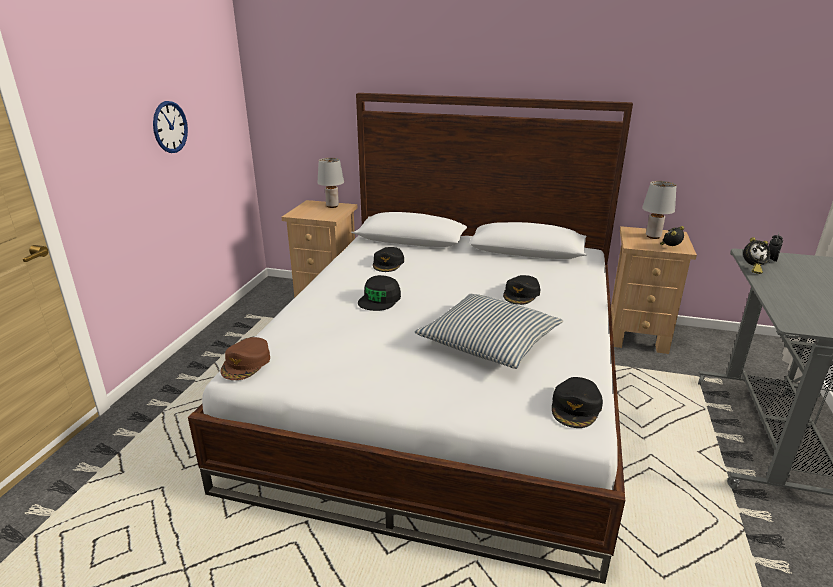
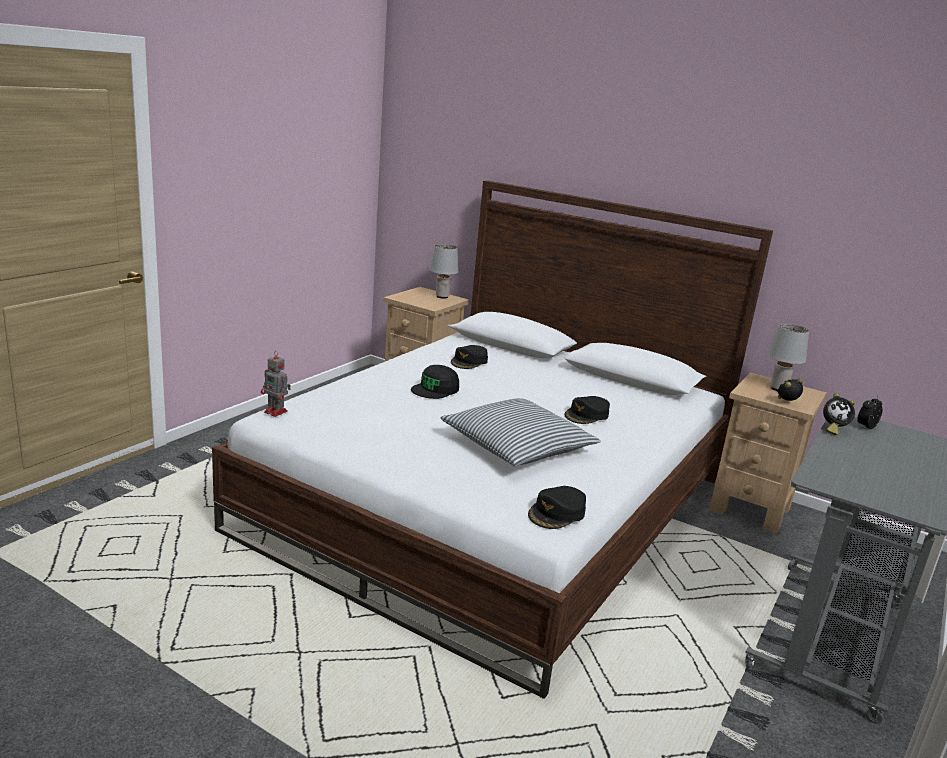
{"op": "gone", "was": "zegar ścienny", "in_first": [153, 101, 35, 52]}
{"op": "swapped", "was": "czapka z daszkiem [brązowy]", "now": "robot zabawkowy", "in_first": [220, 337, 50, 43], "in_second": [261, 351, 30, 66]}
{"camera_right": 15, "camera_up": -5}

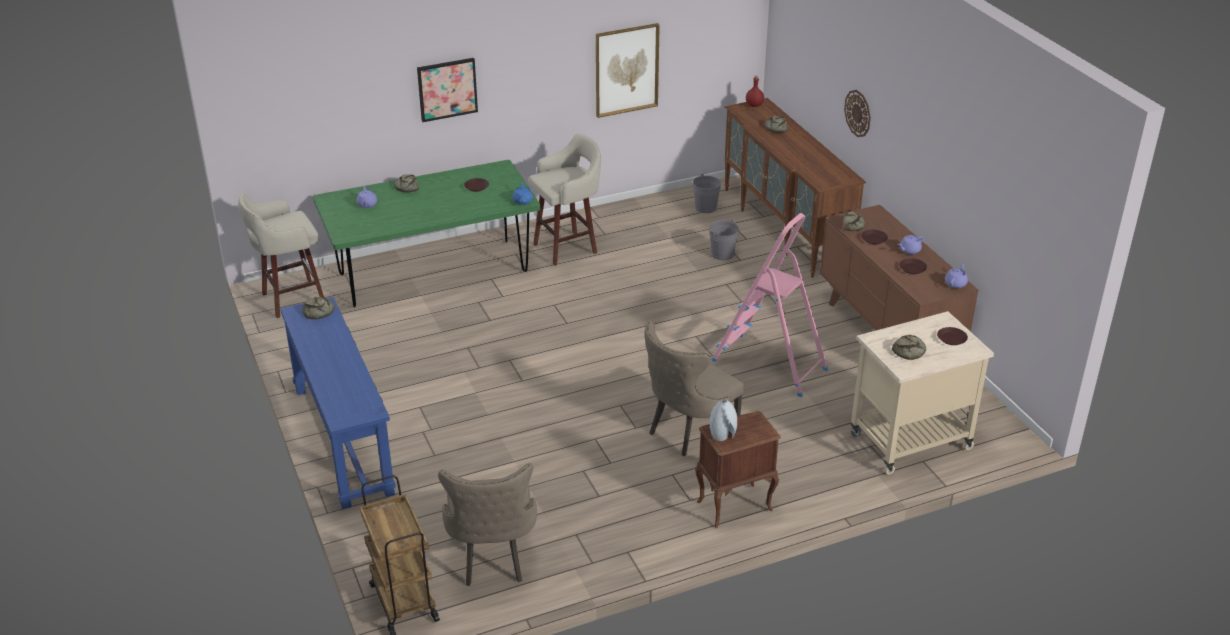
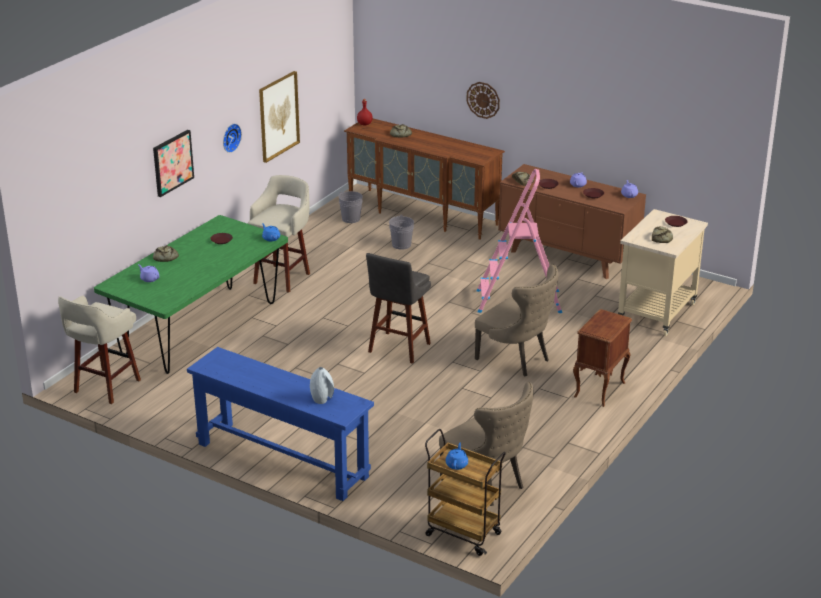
{"op": "gone", "was": "chleb", "in_first": [302, 297, 33, 22]}
{"op": "rotated", "was": "krzesło [beżowy]", "in_first": [645, 321, 99, 135], "in_second": [475, 264, 83, 112], "clockwise": -60}
{"op": "shifted", "was": "wazon [szary]", "in_first": [710, 399, 27, 42], "in_second": [310, 367, 24, 37]}
{"op": "new", "now": "zegar ścienny", "in_second": [223, 124, 19, 29]}
{"op": "new", "now": "stołek [szary]", "in_second": [366, 253, 65, 111]}
{"op": "new", "now": "imbryk [niebieski]", "in_second": [446, 443, 22, 27]}
{"camera_right": -35, "camera_up": -5}

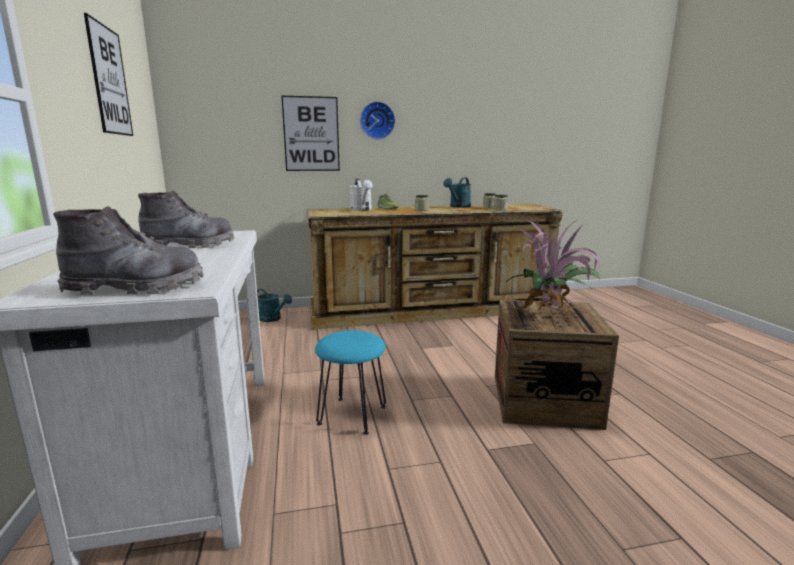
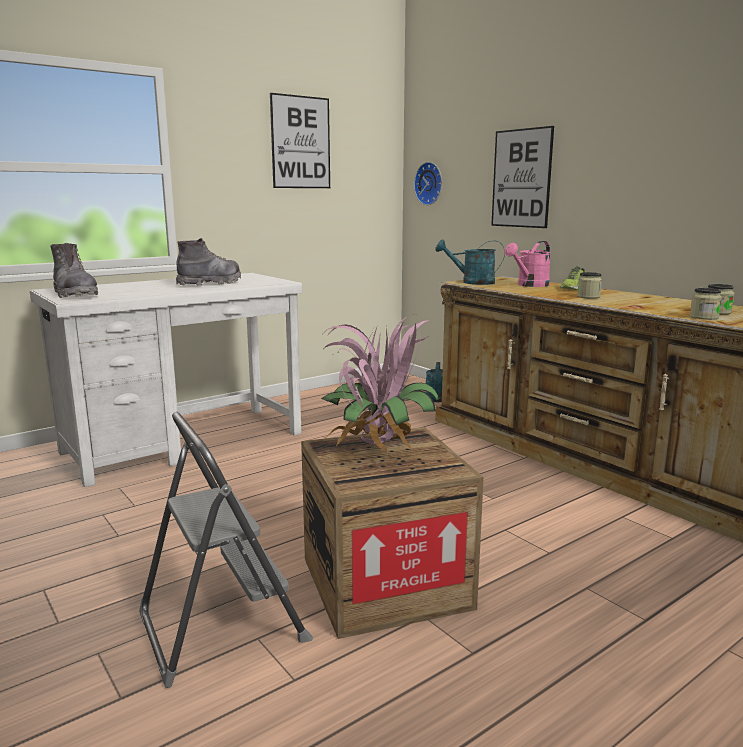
{"op": "shifted", "was": "zegar ścienny", "in_first": [360, 101, 35, 38], "in_second": [414, 162, 28, 43]}
{"op": "shifted", "was": "konewka [turkusowy]", "in_first": [443, 178, 28, 30], "in_second": [435, 239, 70, 46]}
{"op": "repainted", "was": "konewka [biały]", "now": "konewka [różowy]", "in_first": [350, 179, 23, 32], "in_second": [505, 241, 46, 46]}
{"op": "rotated", "was": "but z cholewką [szary]", "in_first": [138, 190, 96, 58], "in_second": [176, 238, 65, 48], "clockwise": -90}
{"op": "gone", "was": "stołek [turkusowy]", "in_first": [315, 330, 71, 105]}
{"op": "new", "now": "drabinka [szary]", "in_second": [139, 412, 174, 276]}
{"camera_right": 65, "camera_up": 0}

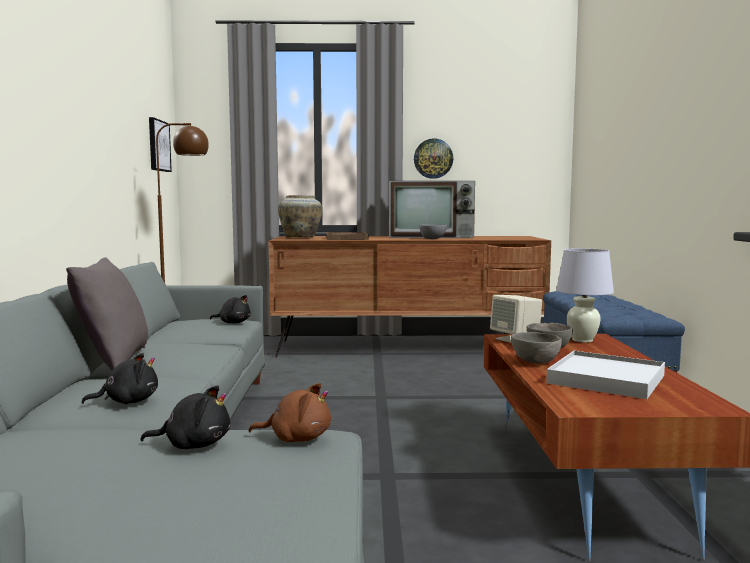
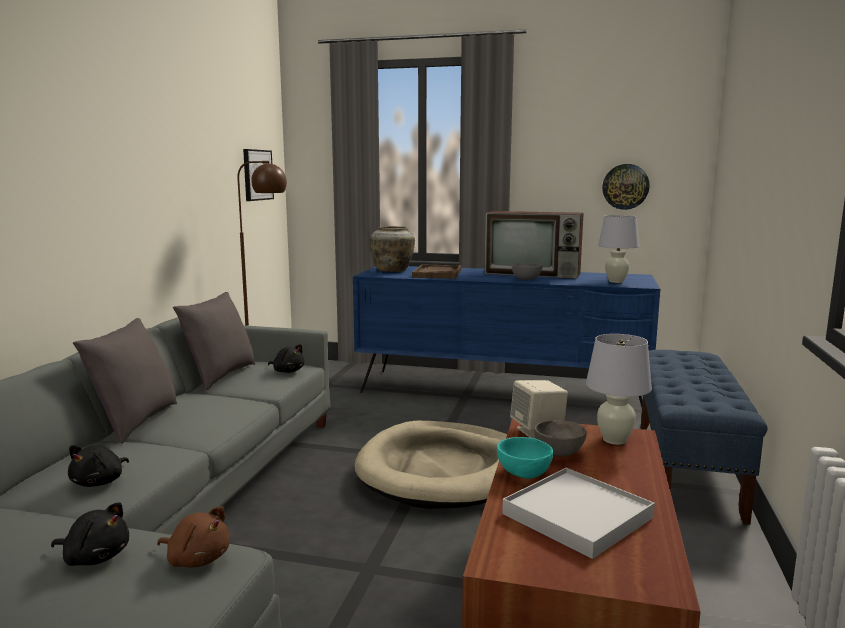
{"op": "shifted", "was": "zegar ścienny", "in_first": [414, 139, 39, 40], "in_second": [602, 164, 48, 46]}
{"op": "repainted", "was": "szafka pod telewizor [brązowy]", "now": "szafka pod telewizor [niebieski]", "in_first": [269, 236, 282, 121], "in_second": [353, 266, 307, 141]}
{"op": "repainted", "was": "miska [szary]", "now": "miska [turkusowy]", "in_first": [511, 332, 51, 32], "in_second": [497, 437, 56, 42]}
{"op": "rotated", "was": "pluszak [czarny]", "in_first": [81, 353, 77, 51], "in_second": [68, 445, 61, 42], "clockwise": 120}
{"op": "new", "now": "lampa stołowa [biały]", "in_second": [598, 215, 41, 68]}
{"op": "new", "now": "poduszka [szary]", "in_second": [173, 292, 82, 98]}
{"op": "new", "now": "legowisko [beżowy]", "in_second": [354, 421, 153, 88]}
{"camera_right": 15, "camera_up": 5}

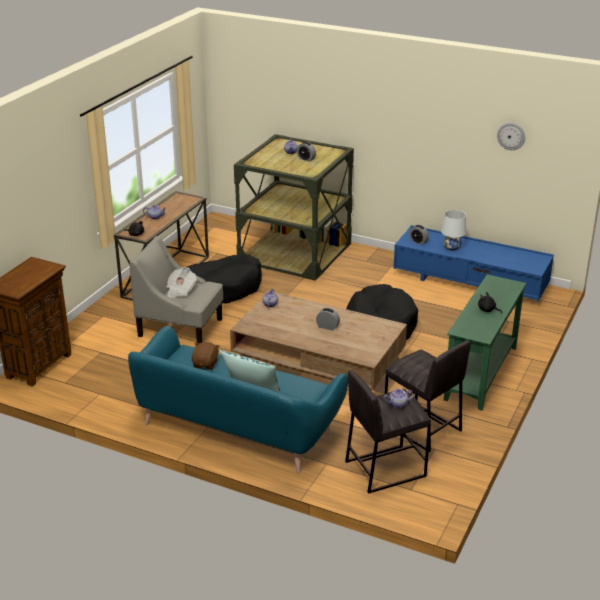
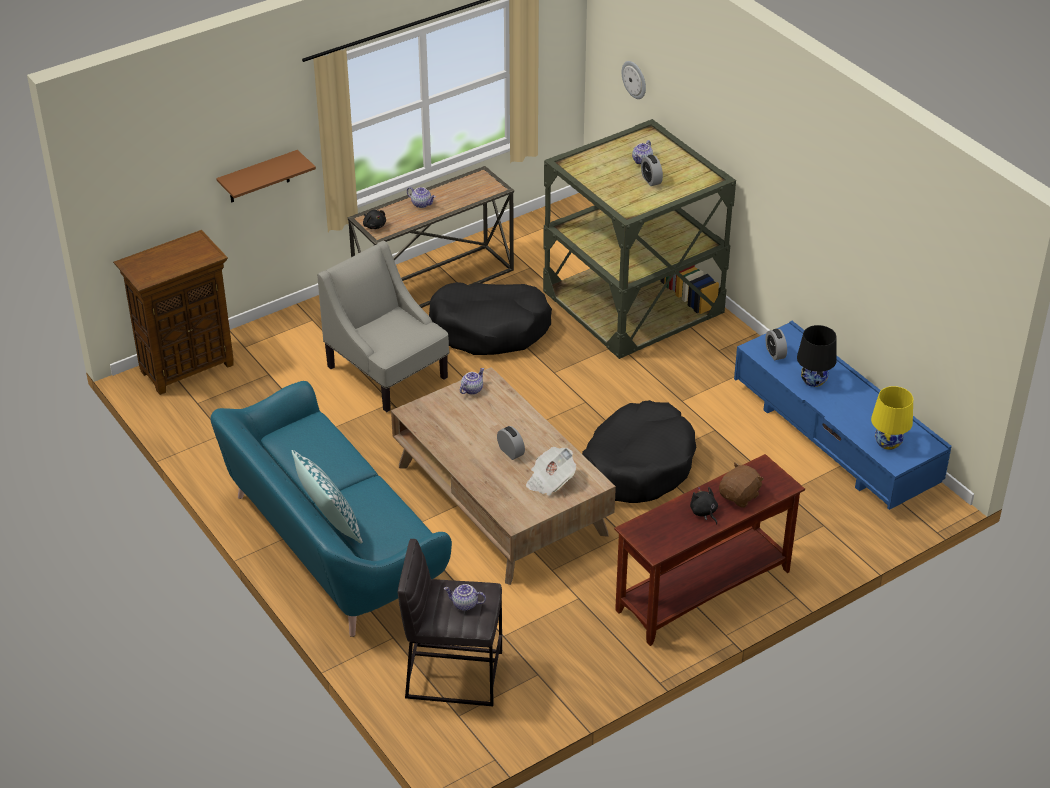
{"op": "shifted", "was": "zegar ścienny", "in_first": [497, 123, 28, 27], "in_second": [622, 61, 24, 38]}
{"op": "repainted", "was": "lampa stołowa [biały]", "now": "lampa stołowa [czarny]", "in_first": [441, 210, 25, 41], "in_second": [797, 325, 40, 62]}
{"op": "shifted", "was": "gazeta", "in_first": [166, 267, 31, 31], "in_second": [526, 447, 50, 49]}
{"op": "repainted", "was": "stolik konsolowy [zielony]", "now": "stolik konsolowy [brązowy]", "in_first": [444, 274, 82, 137], "in_second": [614, 454, 191, 192]}
{"op": "gone", "was": "stołek [szary]", "in_first": [385, 340, 86, 112]}
{"op": "shifted", "was": "pluszak [brązowy]", "in_first": [192, 342, 28, 28], "in_second": [719, 462, 45, 46]}
{"op": "new", "now": "półka [brązowy]", "in_second": [216, 150, 100, 53]}
{"op": "new", "now": "lampa stołowa [żółty]", "in_second": [871, 386, 42, 64]}
{"camera_right": 30, "camera_up": 10}

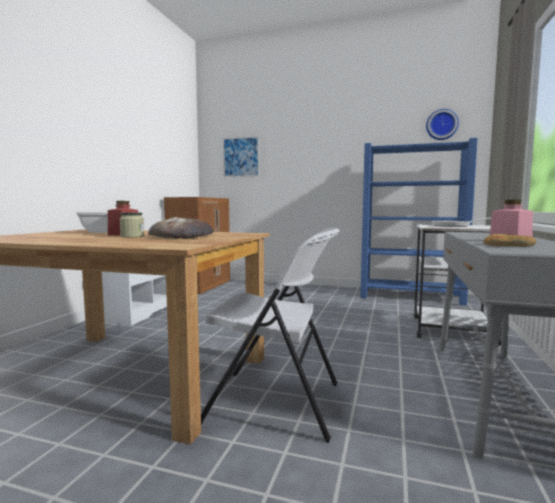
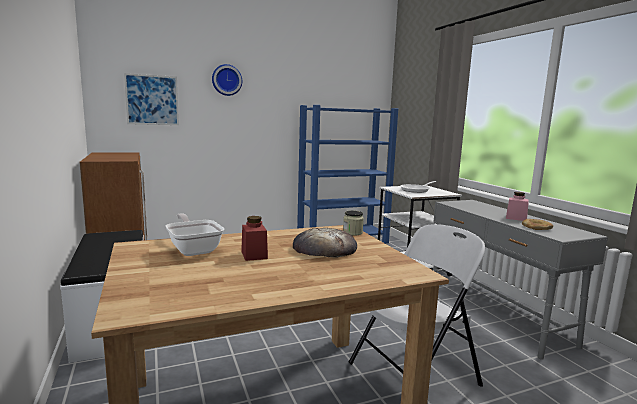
{"op": "shifted", "was": "zegar ścienny", "in_first": [426, 109, 33, 31], "in_second": [212, 64, 30, 32]}
{"op": "shifted", "was": "słoik", "in_first": [119, 213, 25, 25], "in_second": [343, 210, 21, 26]}
{"camera_right": -40, "camera_up": 5}

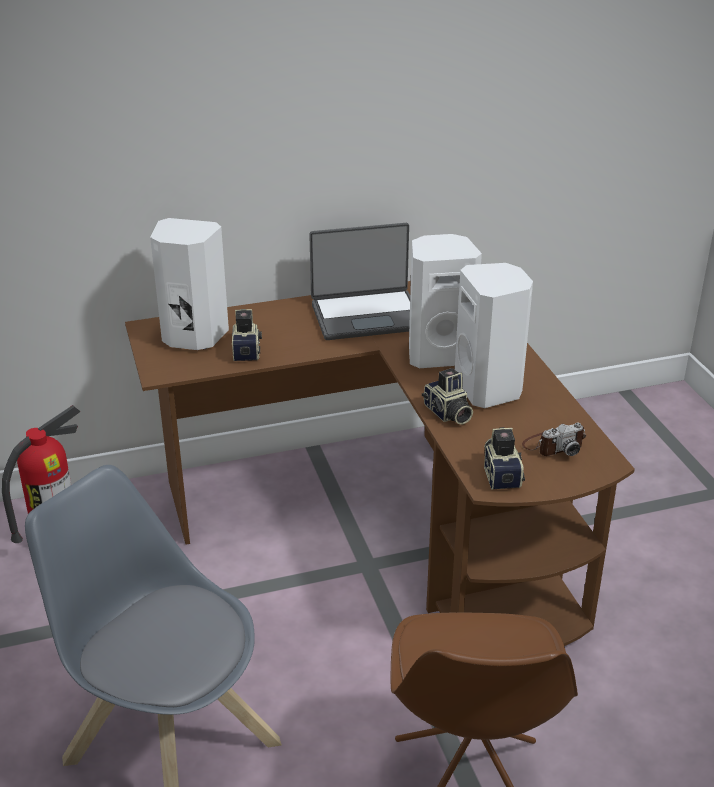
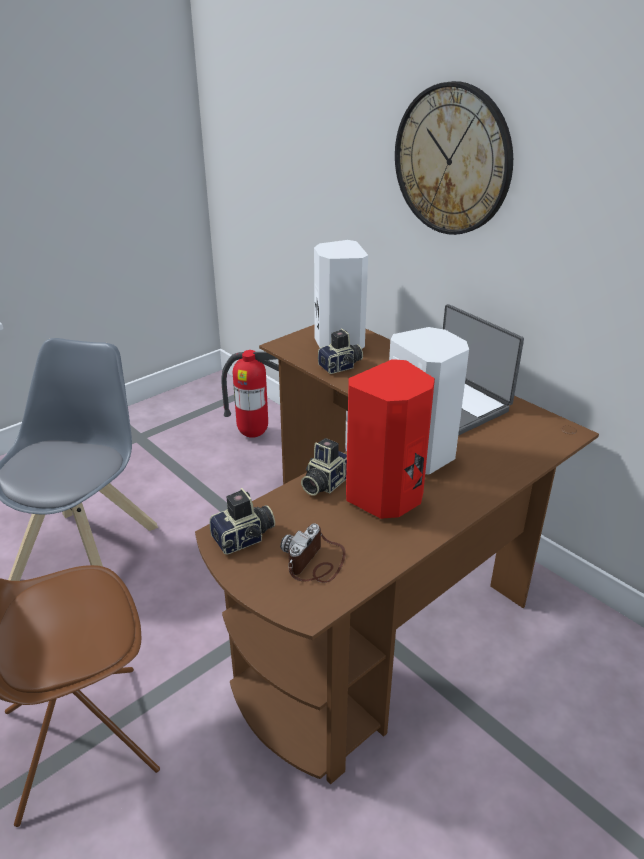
{"op": "repainted", "was": "głośnik [biały]", "now": "głośnik [czerwony]", "in_first": [455, 263, 78, 145], "in_second": [346, 359, 89, 160]}
{"op": "rotated", "was": "aparat fotograficzny", "in_first": [522, 422, 64, 34], "in_second": [280, 523, 66, 60], "clockwise": 75}
{"op": "new", "now": "zegar ścienny", "in_second": [395, 81, 118, 154]}
{"camera_right": 65, "camera_up": 0}

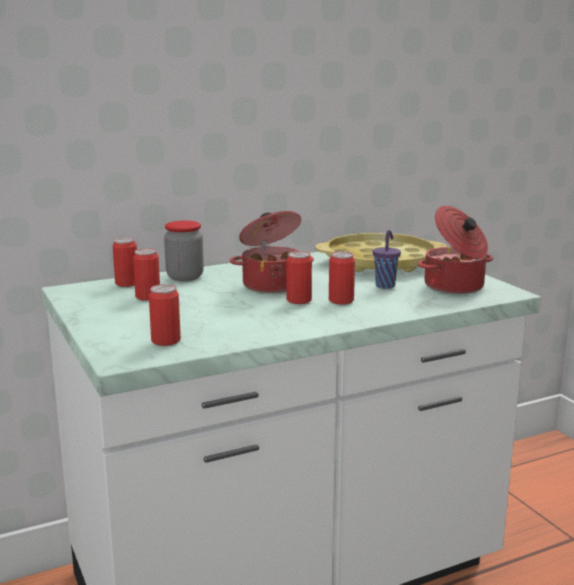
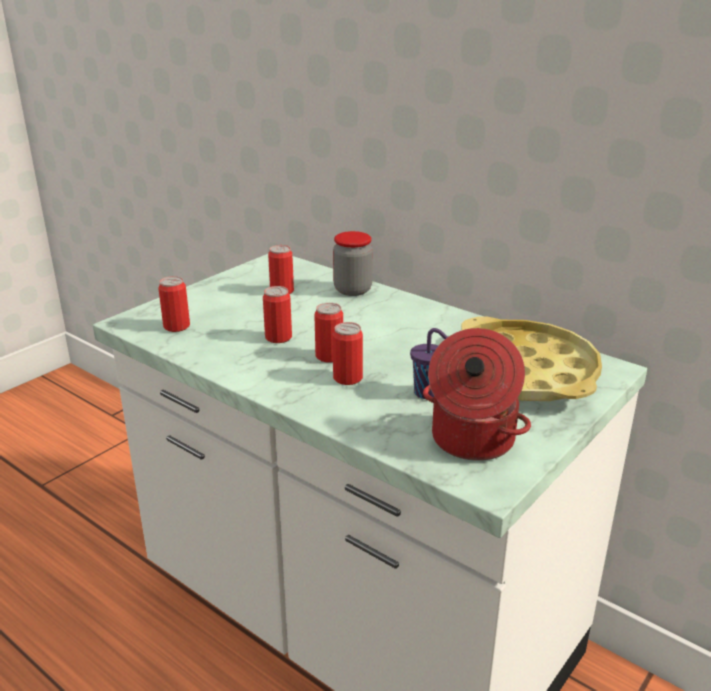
{"op": "gone", "was": "garnek", "in_first": [230, 211, 84, 82]}
{"op": "shifted", "was": "puszka", "in_first": [113, 237, 24, 50], "in_second": [263, 286, 29, 57]}
{"camera_right": 65, "camera_up": 10}

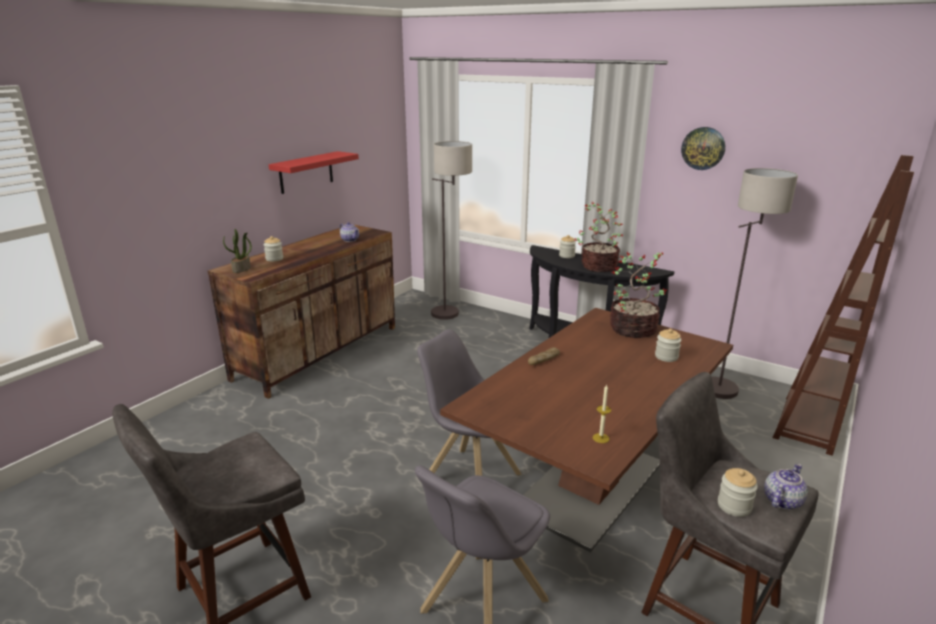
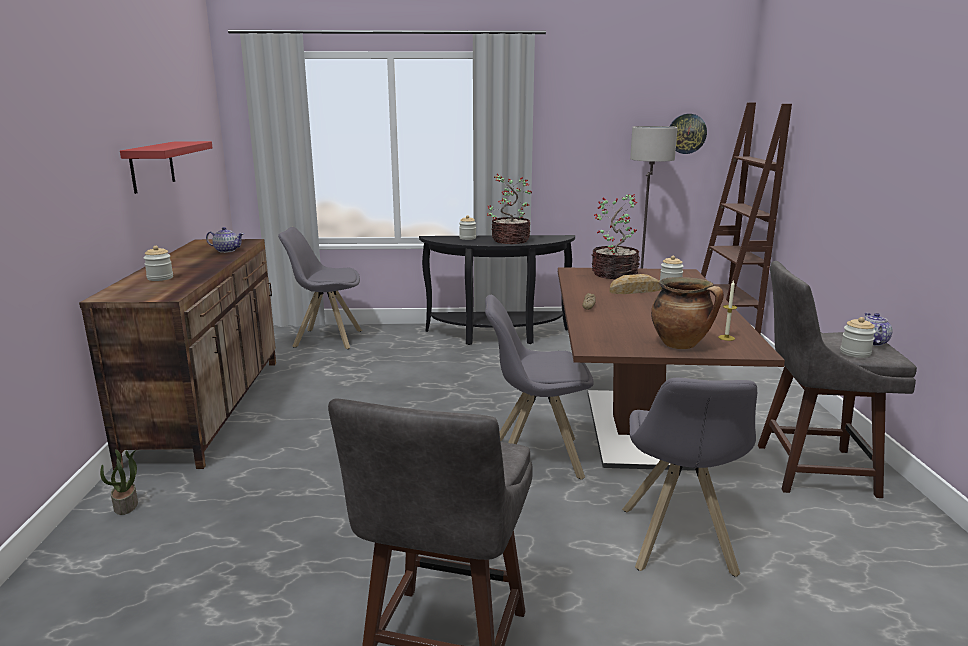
{"op": "shifted", "was": "zegar ścienny", "in_first": [681, 127, 44, 43], "in_second": [670, 114, 37, 40]}
{"op": "swapped", "was": "lampa stojąca [szary]", "now": "krzesło [szary]", "in_first": [431, 141, 41, 179], "in_second": [278, 227, 84, 122]}
{"op": "shifted", "was": "roślina doniczkowa", "in_first": [223, 229, 29, 44], "in_second": [100, 449, 38, 66]}
{"op": "new", "now": "chleb", "in_second": [609, 274, 53, 20]}
{"op": "new", "now": "garnek", "in_second": [651, 277, 73, 72]}
{"camera_right": -35, "camera_up": -5}

